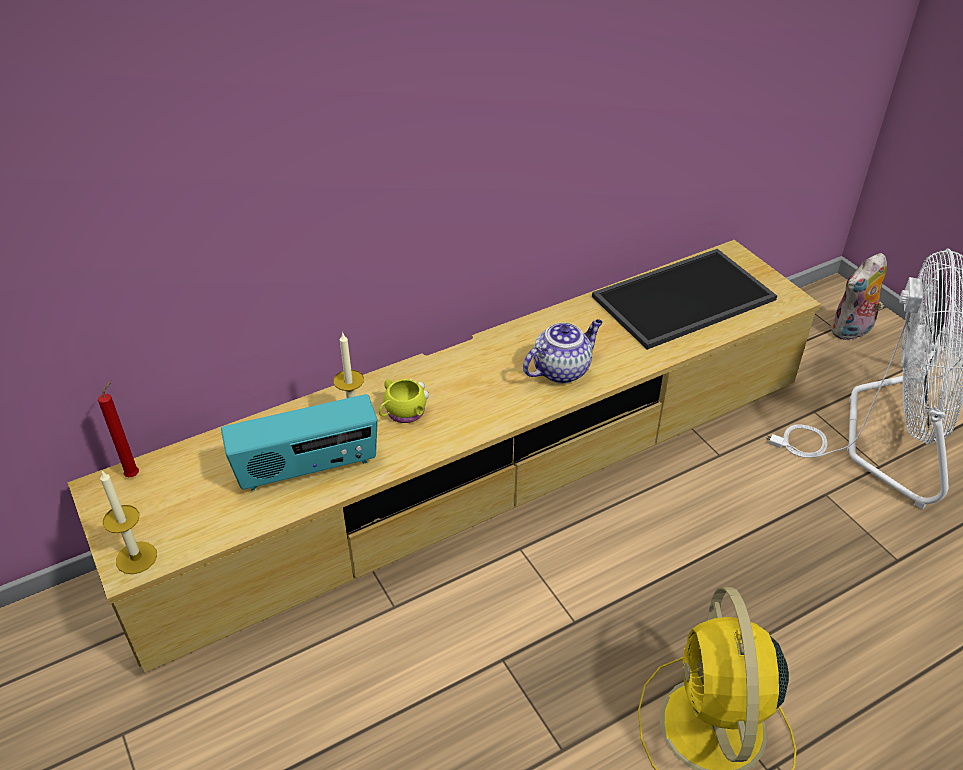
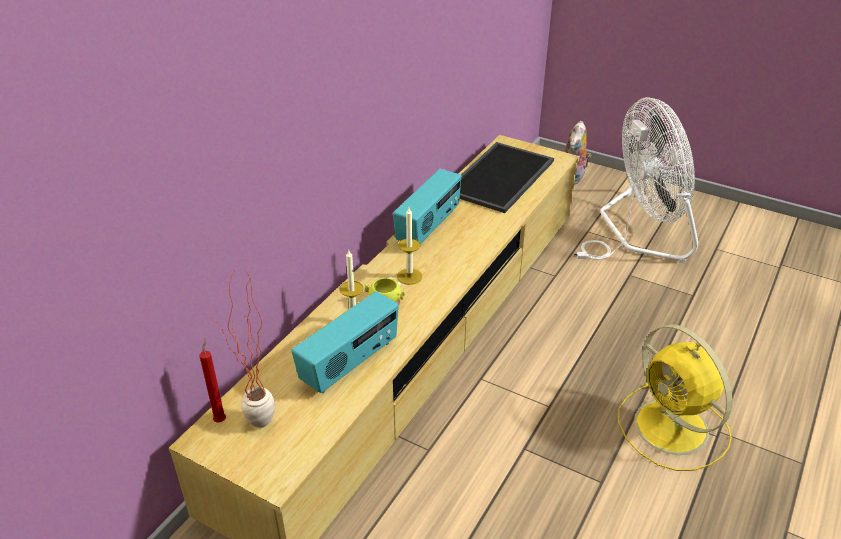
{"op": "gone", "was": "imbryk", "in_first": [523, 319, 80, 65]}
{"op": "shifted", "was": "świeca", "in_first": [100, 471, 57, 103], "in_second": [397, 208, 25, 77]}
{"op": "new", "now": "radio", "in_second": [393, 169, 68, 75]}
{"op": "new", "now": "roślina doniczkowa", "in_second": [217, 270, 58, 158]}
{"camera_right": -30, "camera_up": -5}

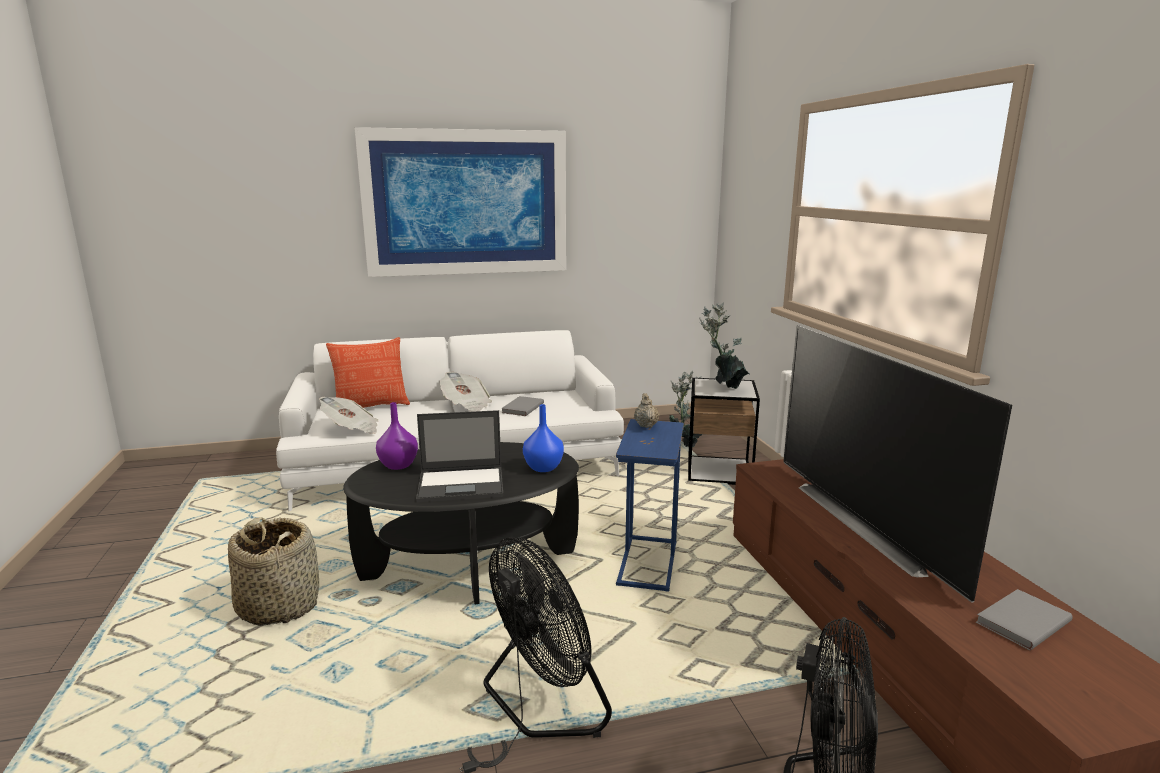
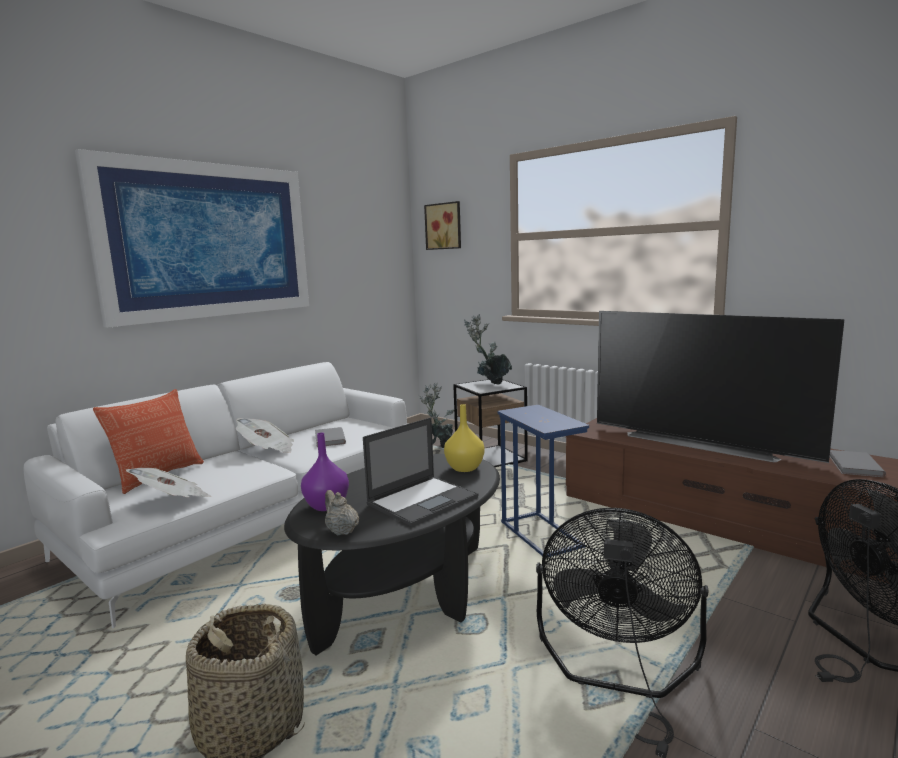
{"op": "shifted", "was": "imbryk [beżowy]", "in_first": [634, 393, 26, 35], "in_second": [325, 490, 34, 45]}
{"op": "repainted", "was": "wazon [niebieski]", "now": "wazon [żółty]", "in_first": [523, 404, 41, 68], "in_second": [444, 404, 41, 68]}
{"op": "new", "now": "obraz", "in_second": [424, 201, 37, 49]}
{"camera_right": -35, "camera_up": -5}

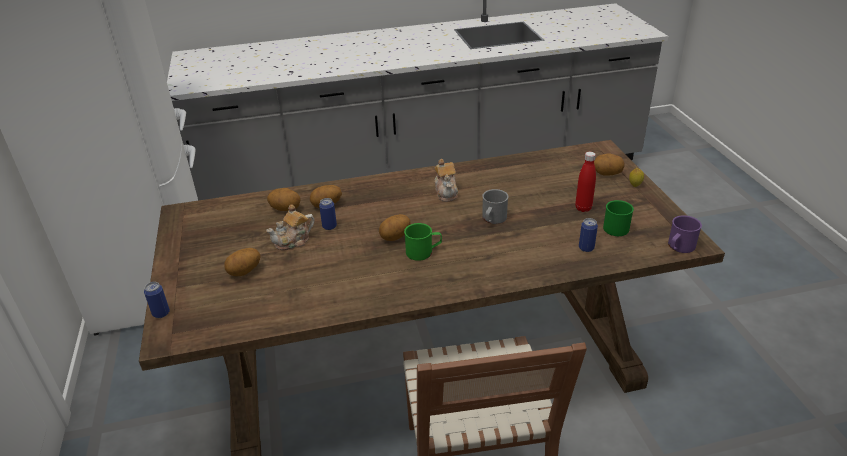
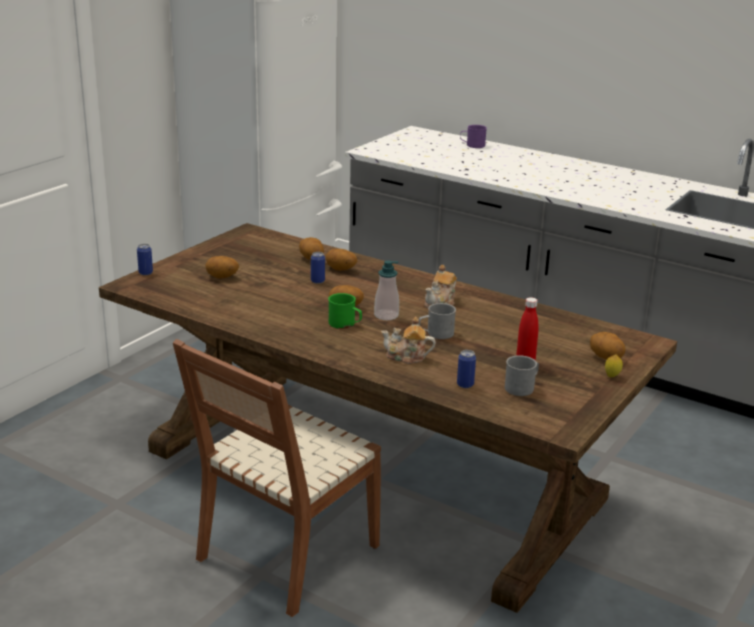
{"op": "repainted", "was": "kubek [zielony]", "now": "kubek [szary]", "in_first": [603, 200, 31, 36], "in_second": [505, 355, 34, 41]}
{"op": "shifted", "was": "imbryk", "in_first": [266, 204, 49, 46], "in_second": [381, 317, 55, 47]}
{"op": "shifted", "was": "kubek [fioletowy]", "in_first": [668, 215, 34, 38], "in_second": [460, 125, 27, 23]}
{"op": "new", "now": "dozownik mydła", "in_second": [374, 261, 25, 59]}
{"camera_right": 45, "camera_up": -10}

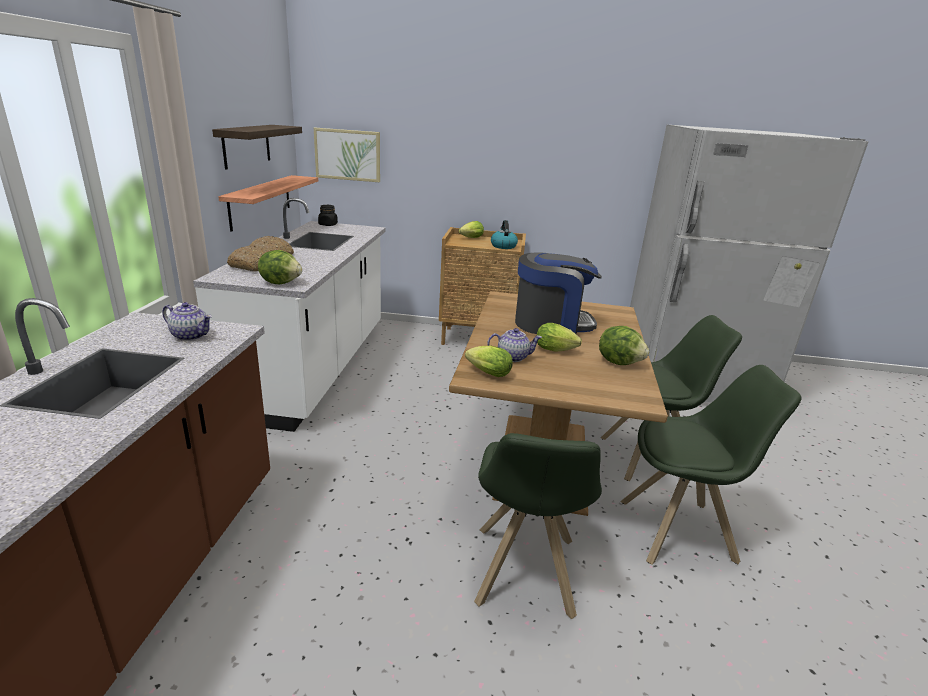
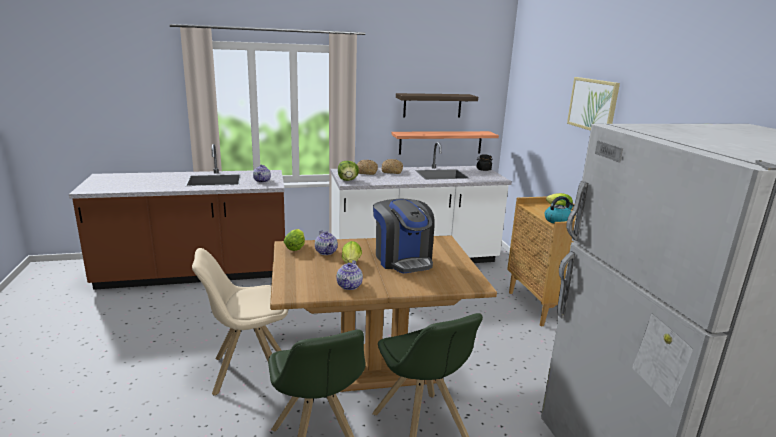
{"op": "shifted", "was": "obraz", "in_first": [314, 128, 66, 54], "in_second": [567, 77, 53, 54]}
{"op": "swapped", "was": "sałata", "now": "imbryk", "in_first": [599, 326, 50, 39], "in_second": [336, 260, 27, 30]}
{"op": "repainted", "was": "krzesło [zielony]", "now": "krzesło [beżowy]", "in_first": [474, 433, 128, 186], "in_second": [192, 248, 96, 148]}
{"camera_right": 70, "camera_up": -5}

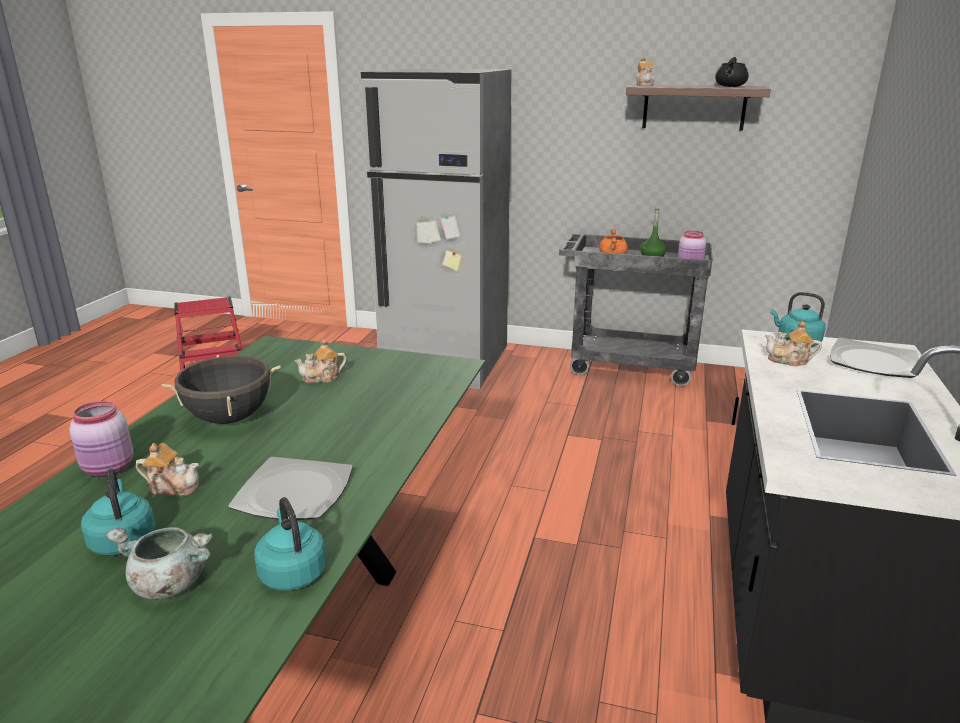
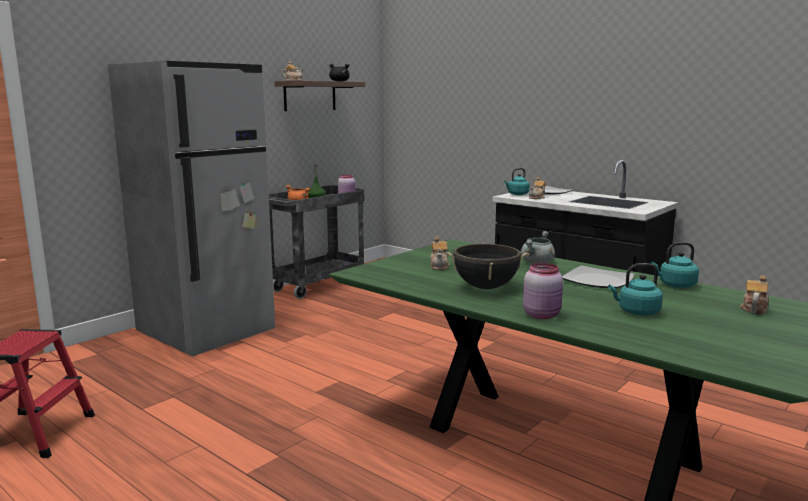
{"op": "shifted", "was": "imbryk", "in_first": [136, 443, 63, 53], "in_second": [740, 275, 29, 39]}
{"op": "shifted", "was": "garnek [szary]", "in_first": [105, 527, 108, 73], "in_second": [521, 231, 34, 32]}
{"camera_right": -65, "camera_up": -10}

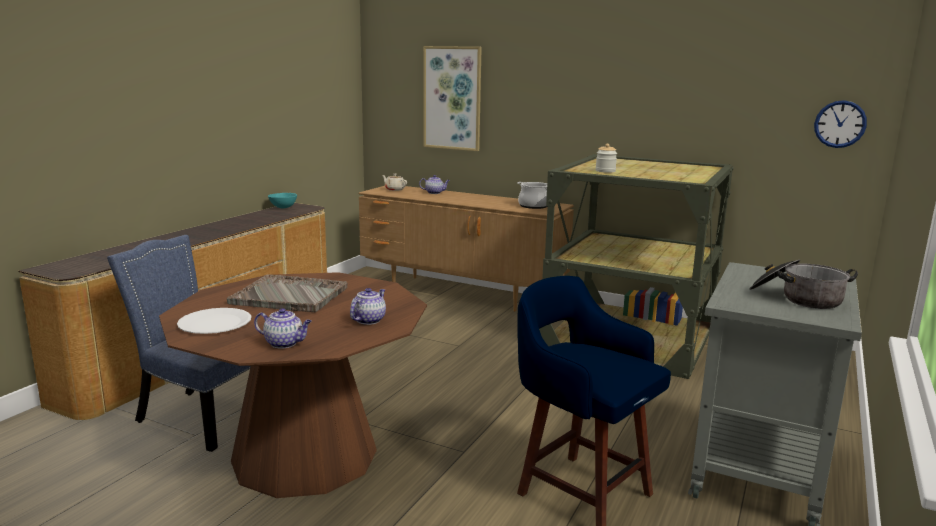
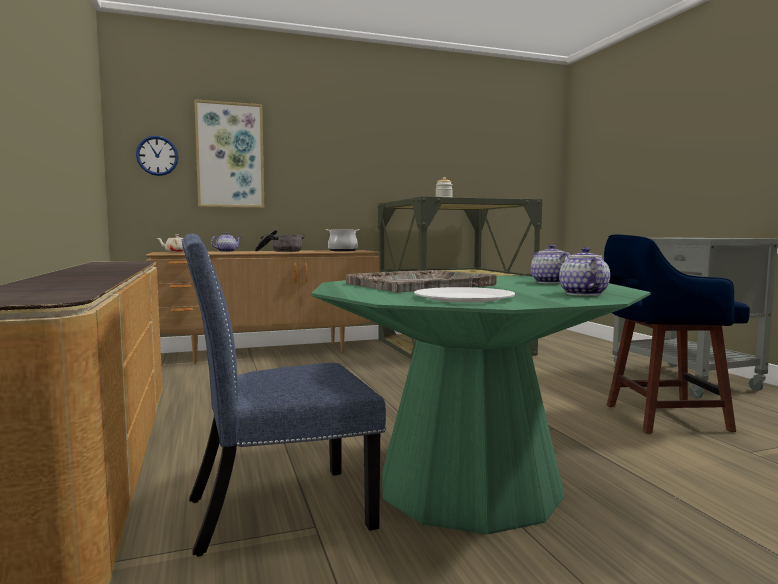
{"op": "shifted", "was": "zegar ścienny", "in_first": [814, 100, 53, 48], "in_second": [136, 136, 43, 40]}
{"op": "gone", "was": "miska [turkusowy]", "in_first": [268, 193, 29, 15]}
{"op": "shifted", "was": "garnek", "in_first": [749, 260, 109, 49], "in_second": [255, 230, 50, 22]}
{"op": "repainted", "was": "stół jadalny [brązowy]", "now": "stół jadalny [zielony]", "in_first": [159, 272, 268, 226], "in_second": [311, 276, 340, 259]}
{"op": "rotated", "was": "imbryk", "in_first": [254, 308, 58, 41], "in_second": [559, 247, 51, 49], "clockwise": -60}
{"camera_right": -45, "camera_up": -10}

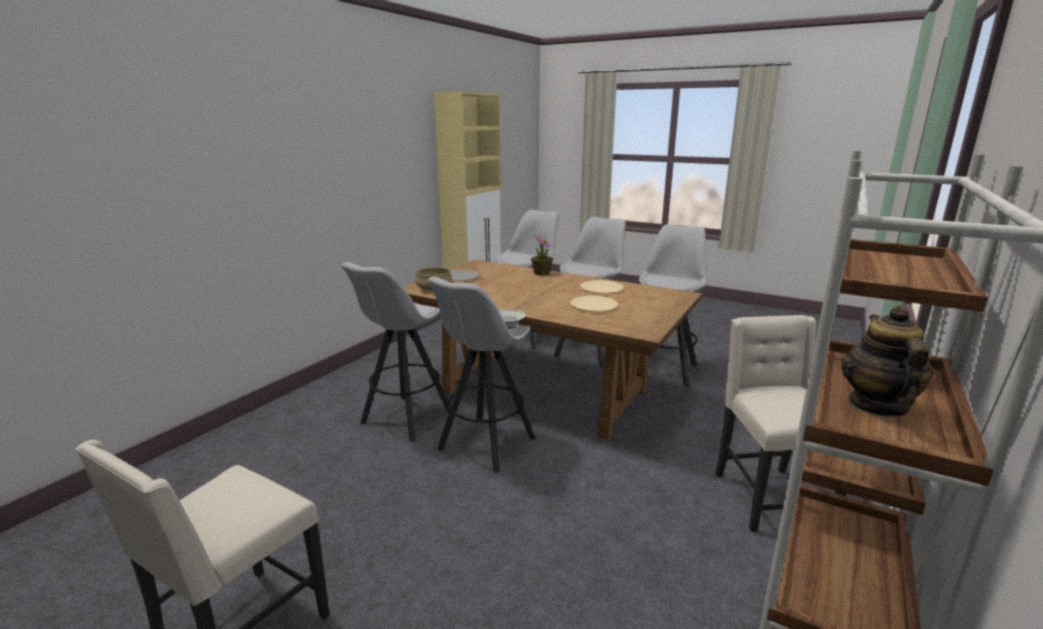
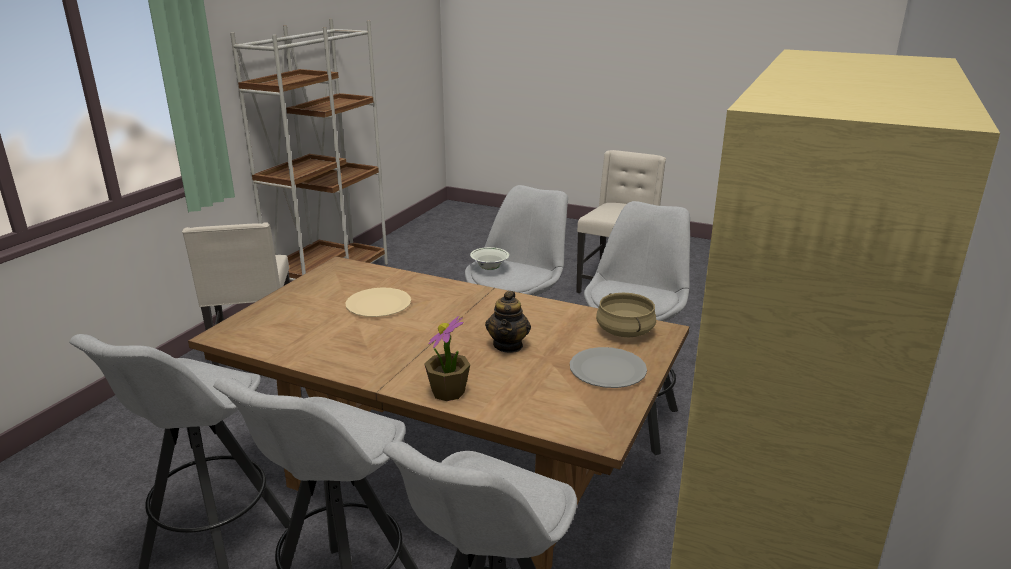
{"op": "gone", "was": "talerz [beżowy]", "in_first": [580, 280, 43, 13]}
{"op": "shifted", "was": "imbryk", "in_first": [841, 305, 93, 112], "in_second": [485, 291, 46, 62]}
{"camera_right": 175, "camera_up": 5}

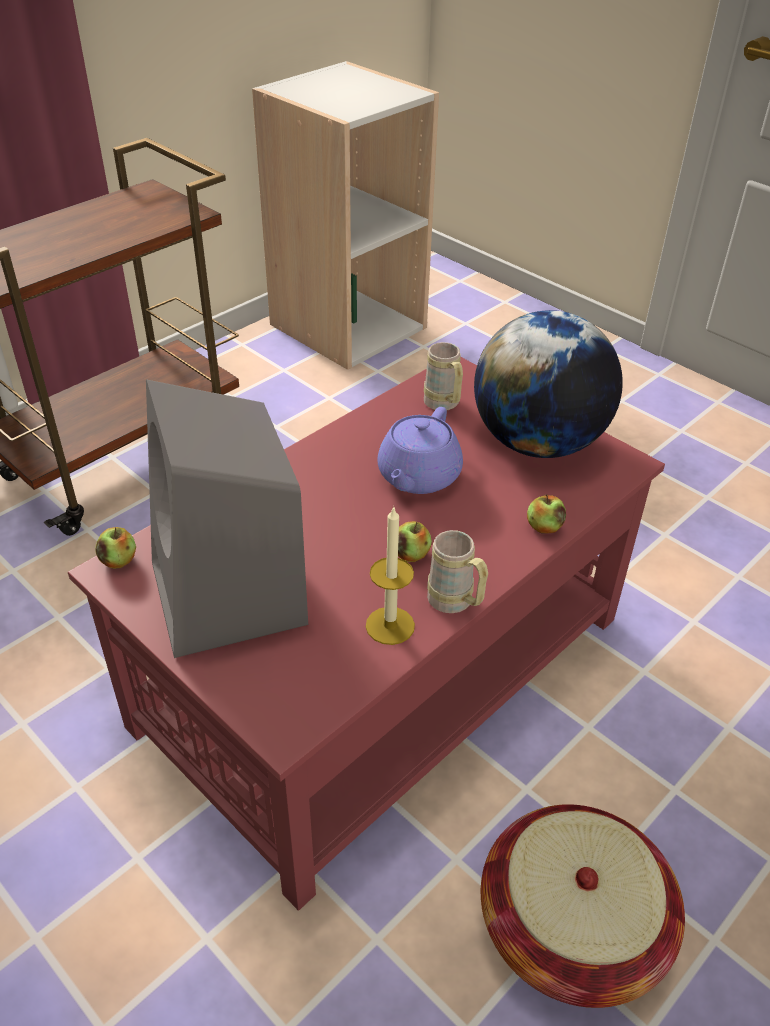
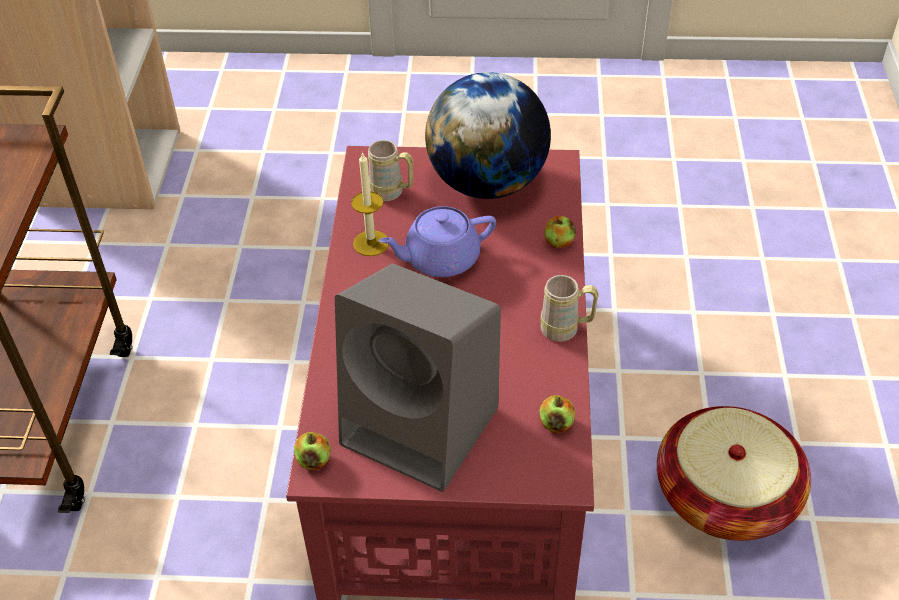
{"op": "rotated", "was": "imbryk [fioletowy]", "in_first": [378, 407, 85, 87], "in_second": [379, 206, 117, 71], "clockwise": 90}
{"op": "shifted", "was": "świeca", "in_first": [366, 506, 49, 139], "in_second": [351, 152, 38, 104]}
{"op": "shifted", "was": "jabłko", "in_first": [398, 521, 34, 41], "in_second": [539, 395, 36, 38]}
{"camera_right": -40, "camera_up": 5}

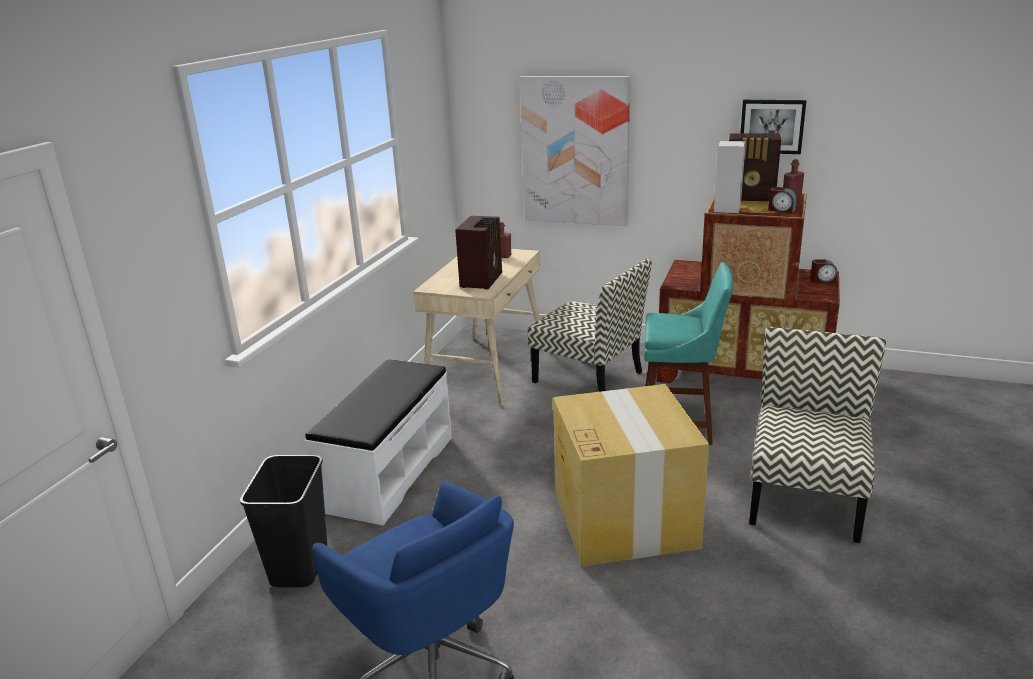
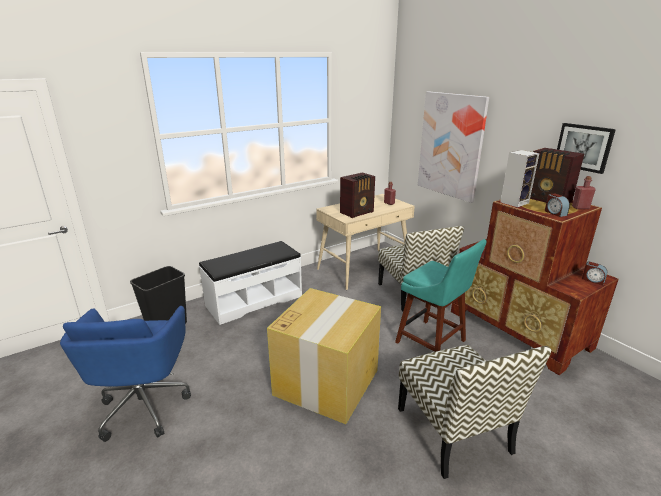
{"op": "rotated", "was": "krzesło", "in_first": [749, 327, 137, 216], "in_second": [398, 345, 153, 134], "clockwise": 105}
{"camera_right": 35, "camera_up": 0}

